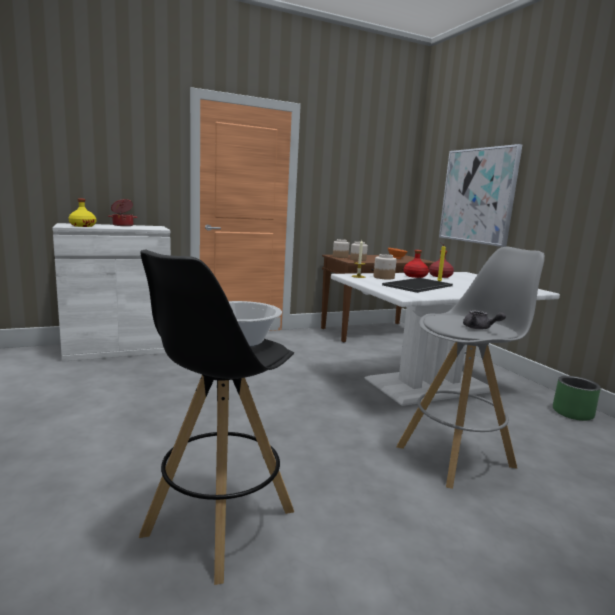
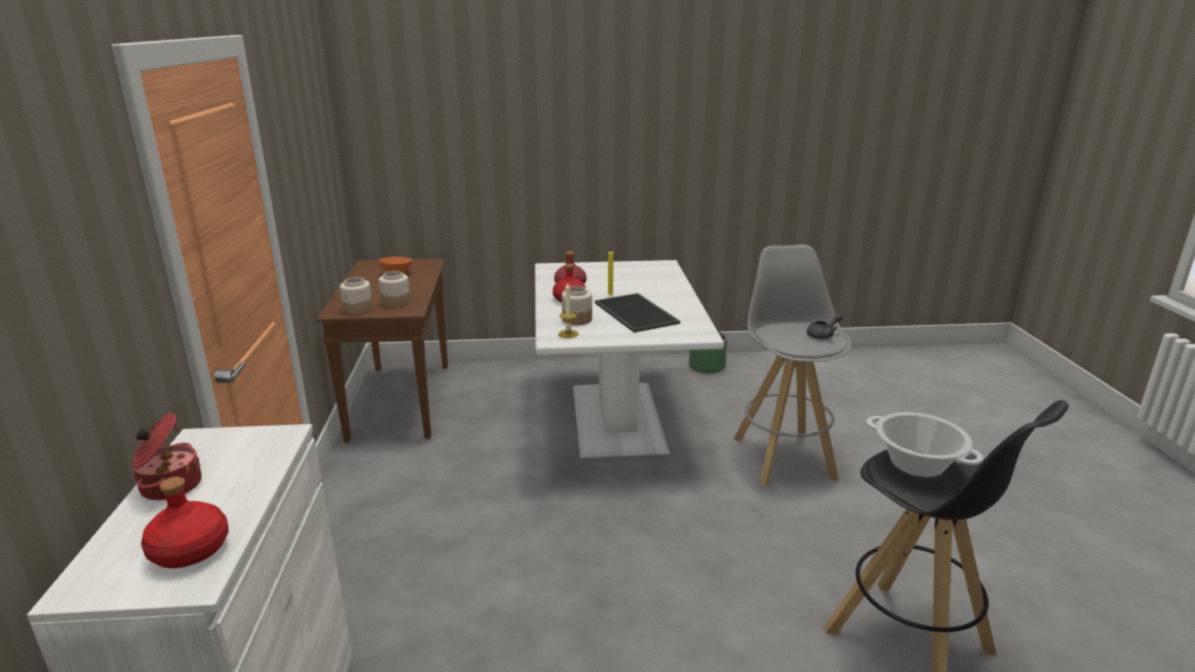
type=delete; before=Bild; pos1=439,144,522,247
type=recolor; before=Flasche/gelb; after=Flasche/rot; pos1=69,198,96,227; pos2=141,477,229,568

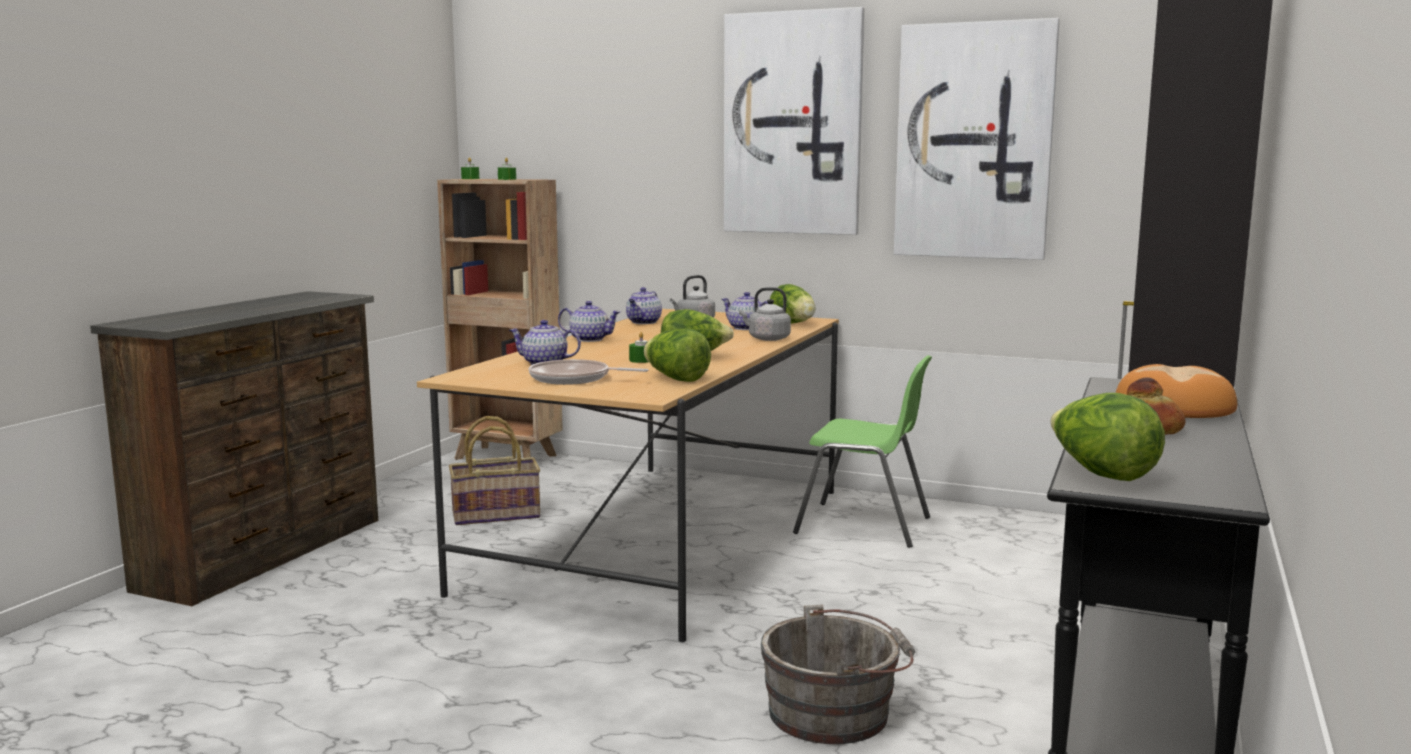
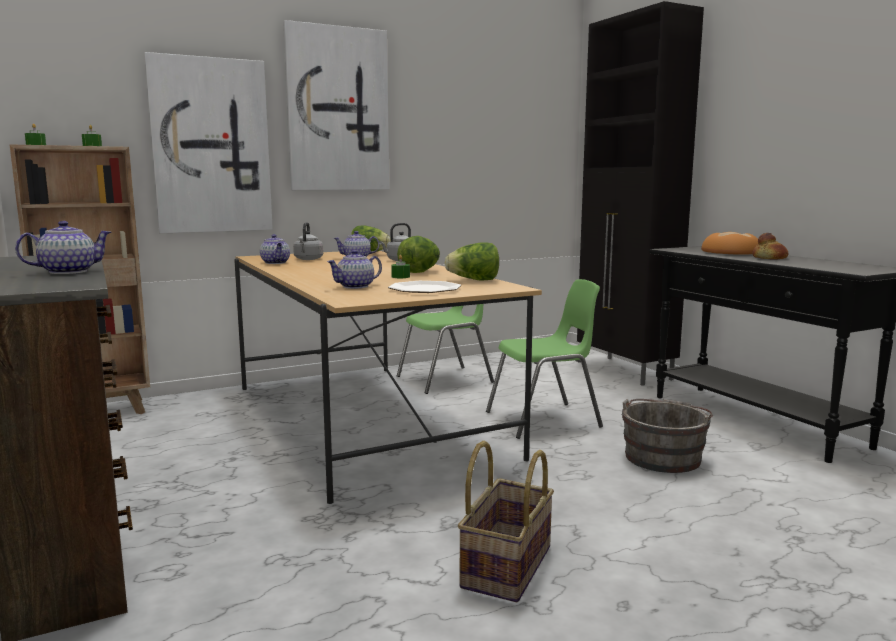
type=delete; before=Salatkopf; pos1=1050,393,1165,481
type=insert; after=Stuhl/grün; pos2=486,279,603,439
type=move; before=Korb; pos1=449,416,541,525; pos2=458,441,554,602
type=move; before=Teekanne; pos1=558,301,620,342; pos2=15,221,112,274
type=move; before=Bild; pos1=894,18,1060,260; pos2=144,52,273,234
type=replace; before=Pfanne; after=Teller; pos1=529,359,649,385; pos2=388,281,461,293

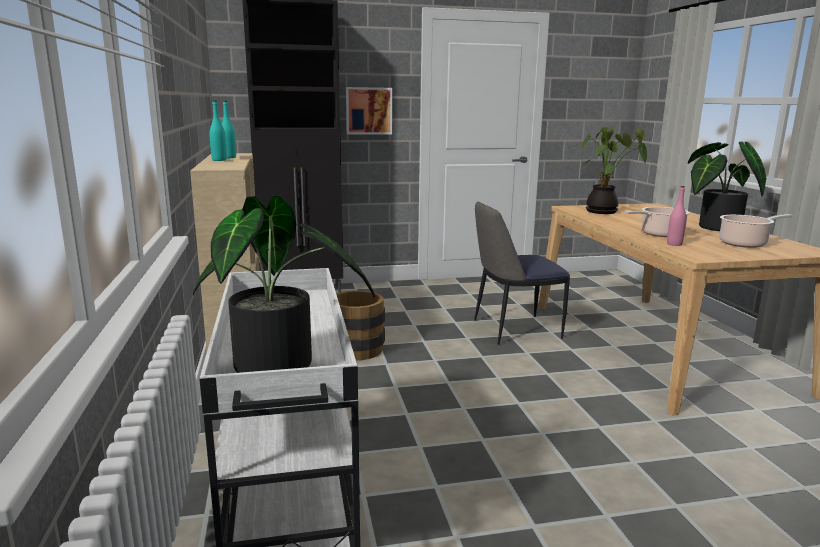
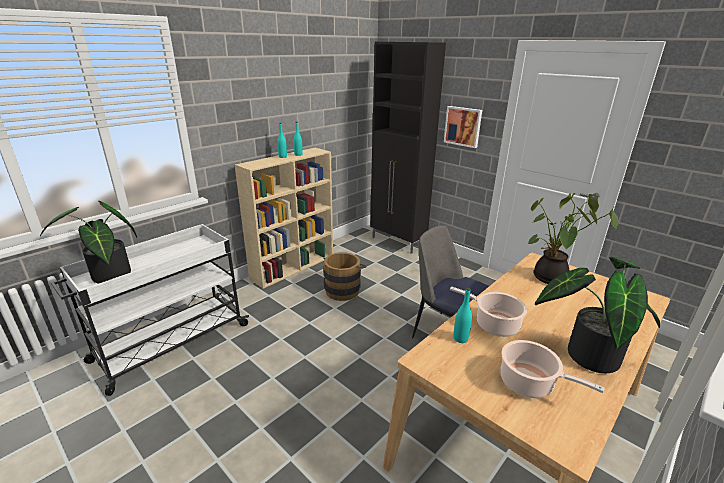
type=recolor; before=Flasche/rosa; after=Flasche/türkis; pos1=667,186,686,246; pos2=453,288,472,343

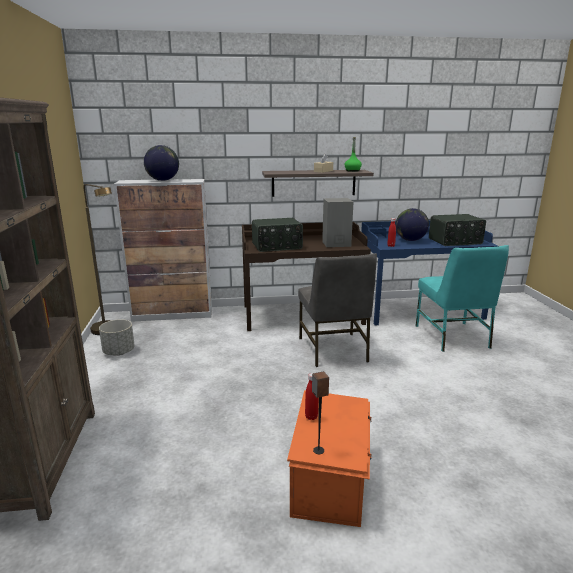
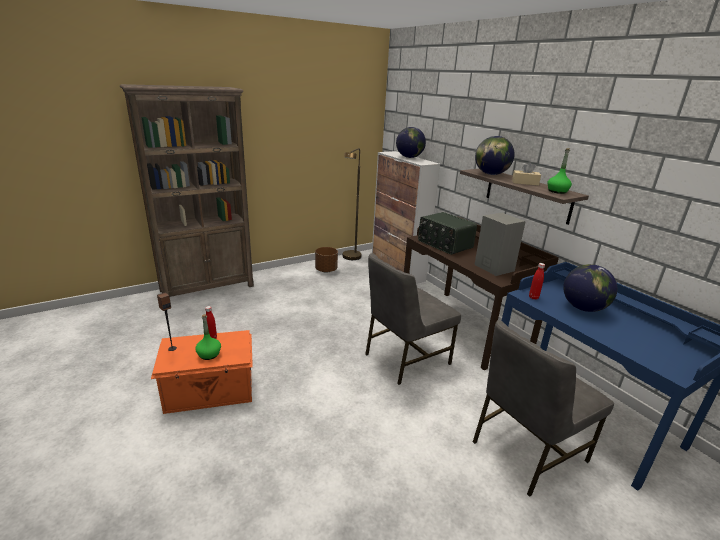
type=delete; before=Radio; pos1=429,214,486,246
type=insert; after=Flasche/grün; pos2=195,314,221,360
type=insert; after=Globus; pos2=475,136,515,175
type=recolor; before=Pflanzkübel/grau; after=Pflanzkübel/braun; pos1=99,319,135,356; pos2=315,247,338,273
type=recolor; before=Stuhl/türkis; after=Stuhl/grau; pos1=416,245,509,352; pos2=473,320,614,497

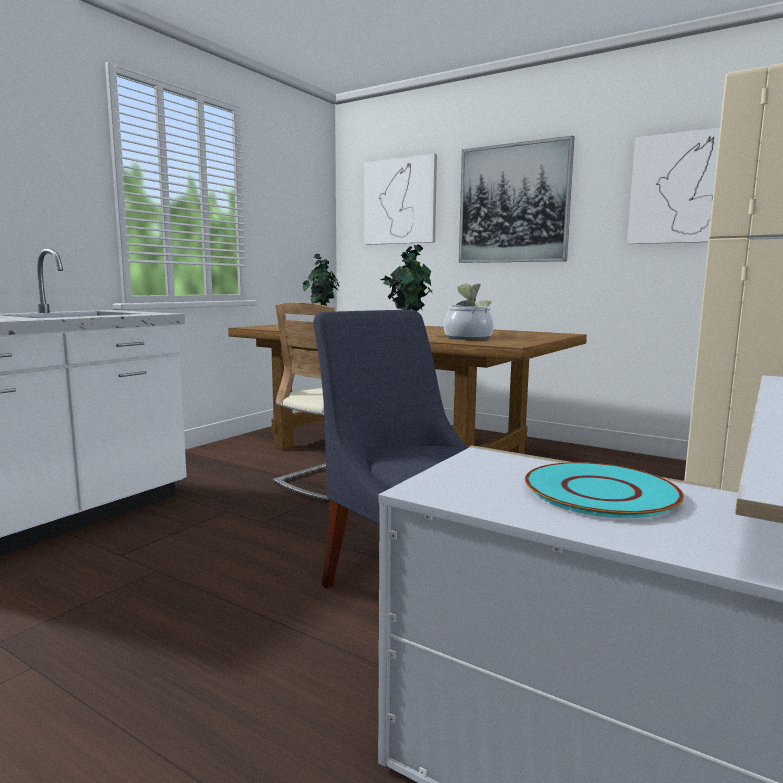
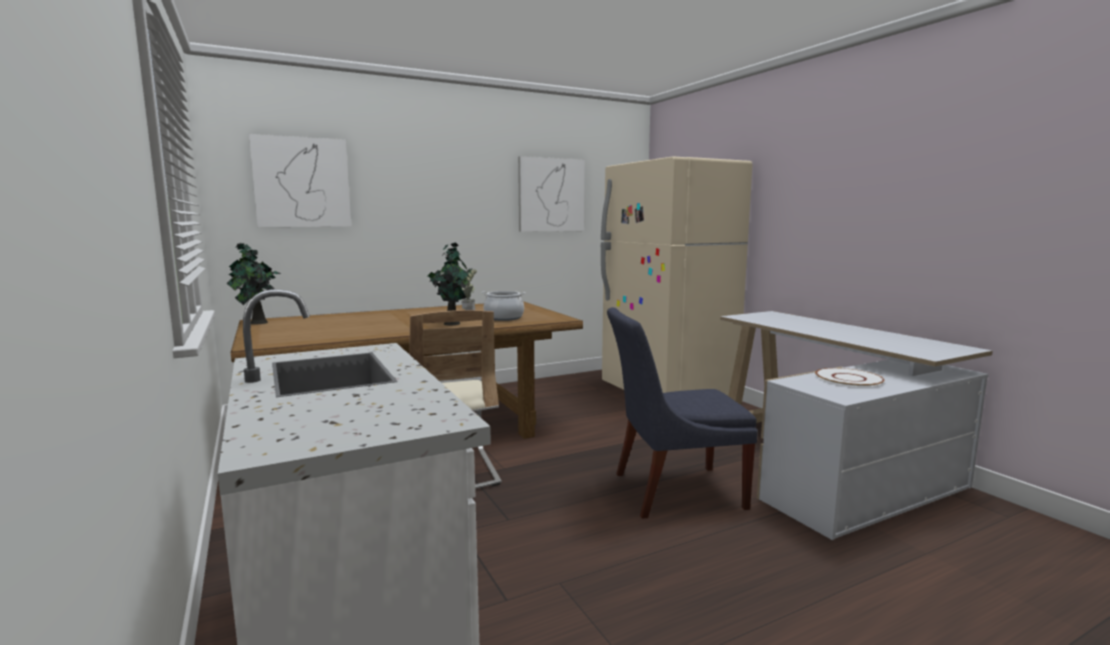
type=delete; before=Bild; pos1=459,135,574,263
type=recolor; before=Teller/türkis; after=Teller/weiß; pos1=525,462,684,518; pos2=815,368,884,387

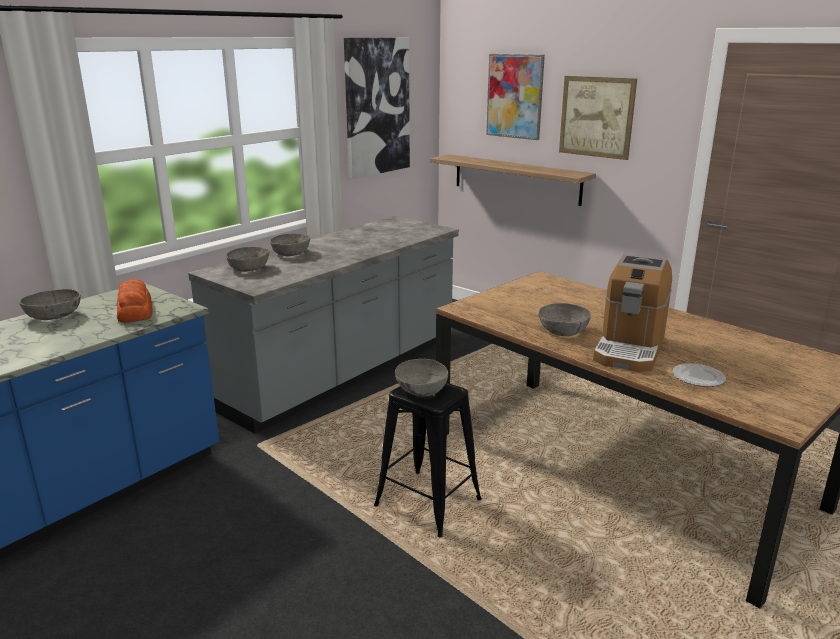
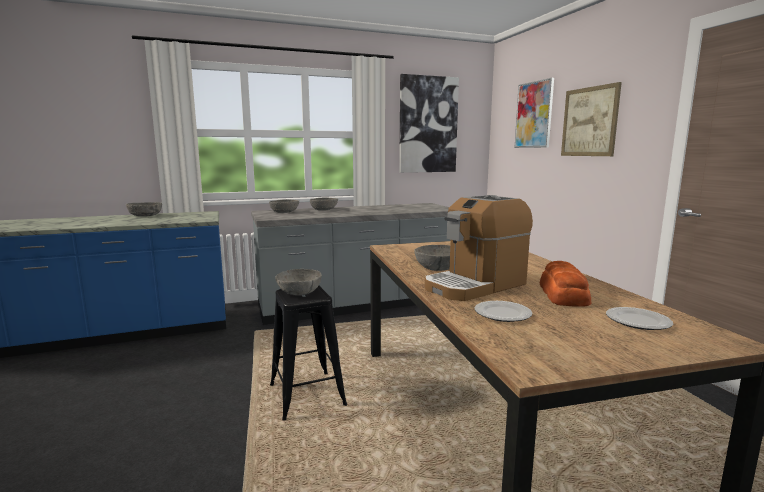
type=delete; before=Wandregal; pos1=430,154,596,206
type=insert; after=Teller; pos2=606,307,673,330
type=move; before=Brot; pos1=117,279,153,323; pos2=539,261,591,307

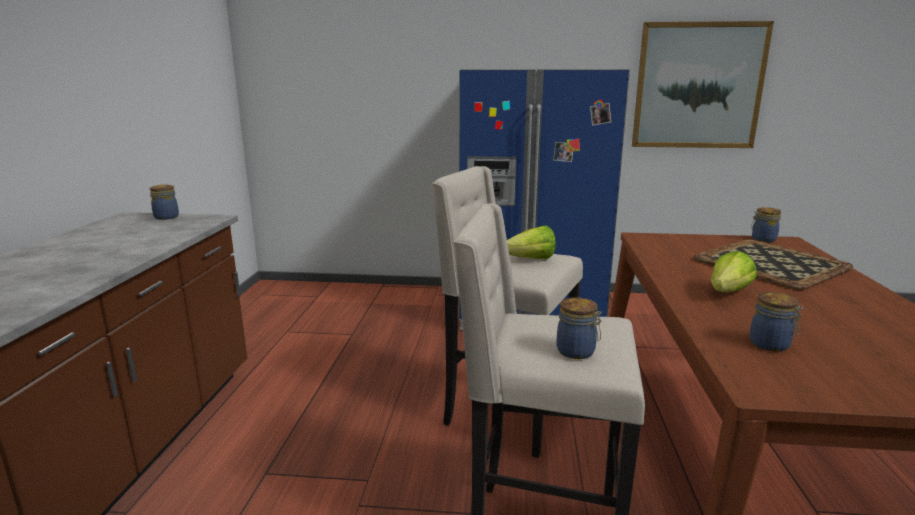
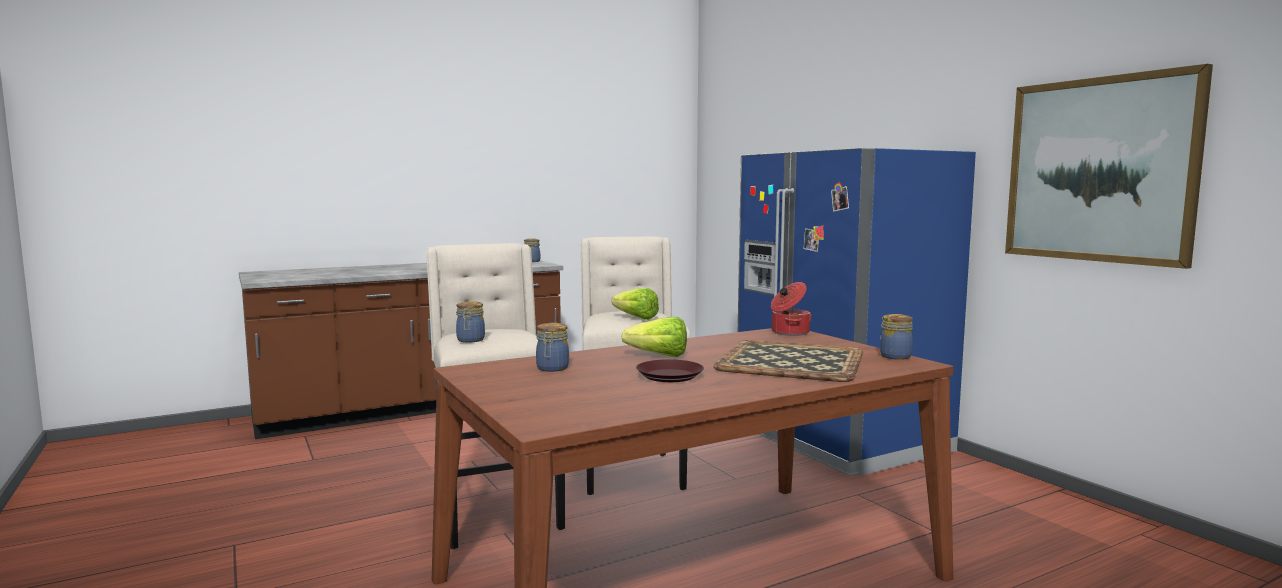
type=insert; after=Teller/braun; pos2=636,359,704,382
type=insert; after=Kochtopf; pos2=771,282,812,336

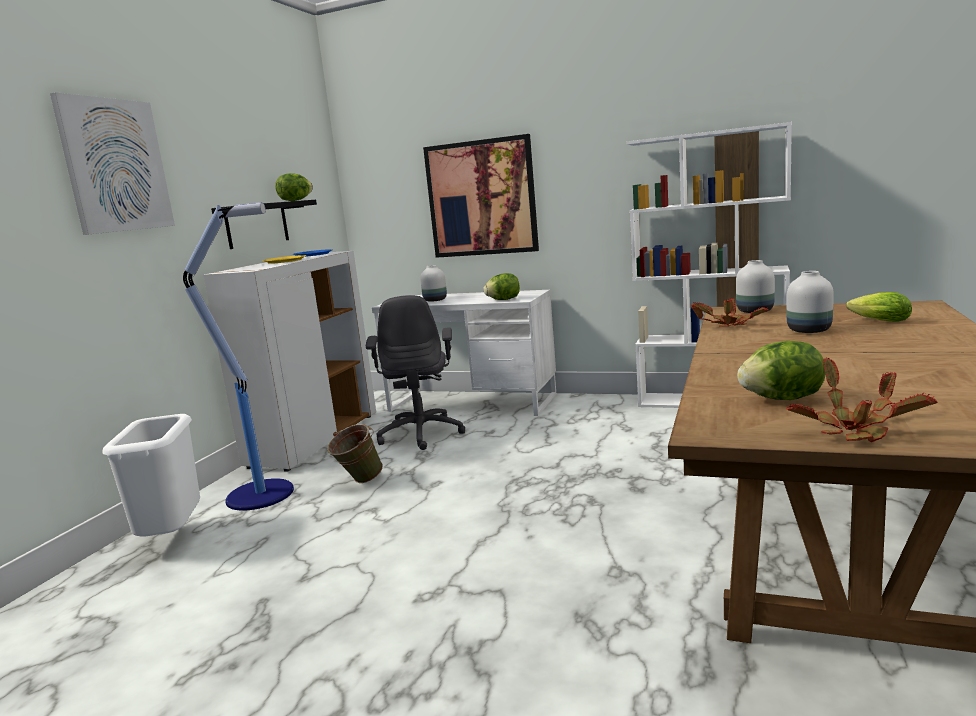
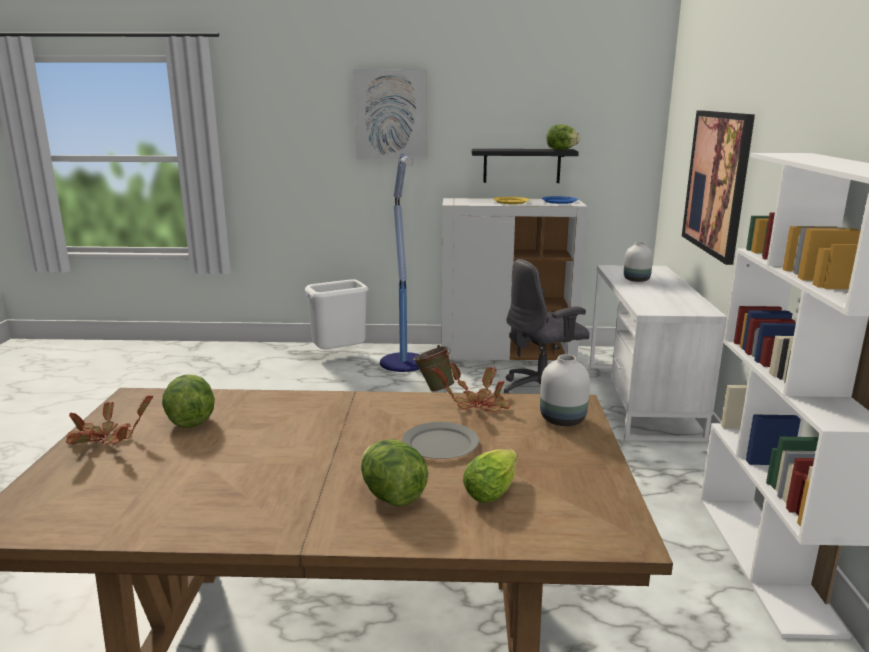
type=move; before=Salatkopf; pos1=483,273,520,300; pos2=361,439,428,507
type=replace; before=Vase/weiß; after=Teller/grau; pos1=787,271,834,333; pos2=402,422,479,459

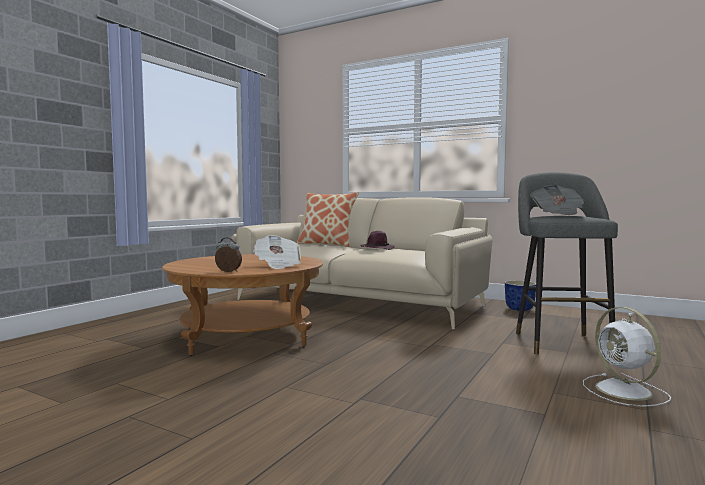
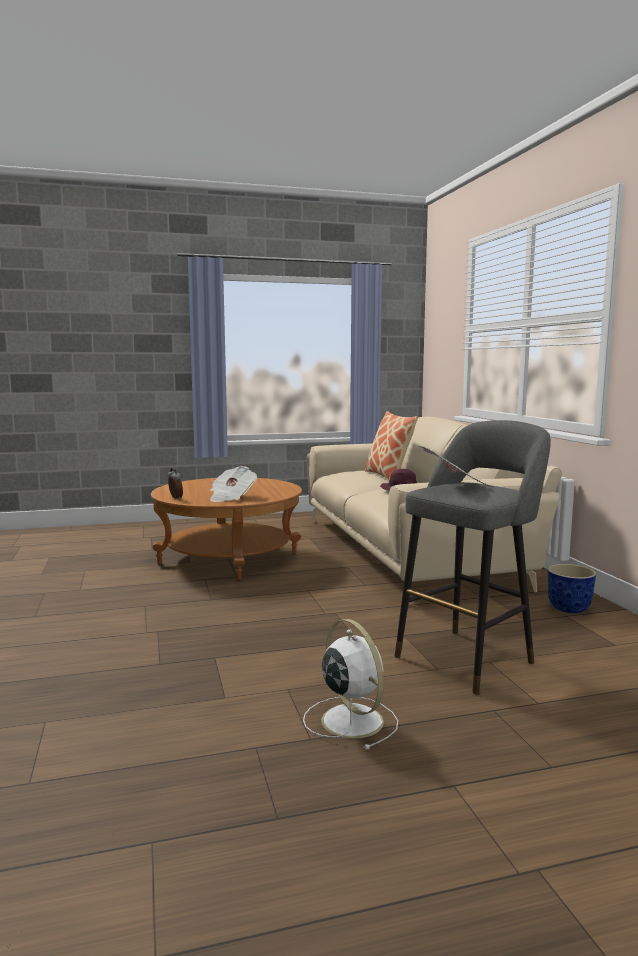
type=rotate; before=Ventilator/weiß; pos1=583,307,671,407; pos2=303,619,398,750; turn=120

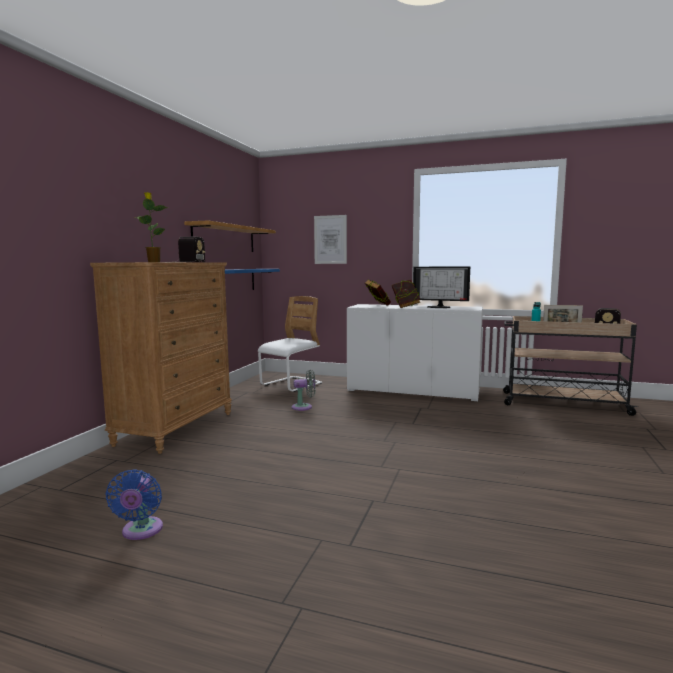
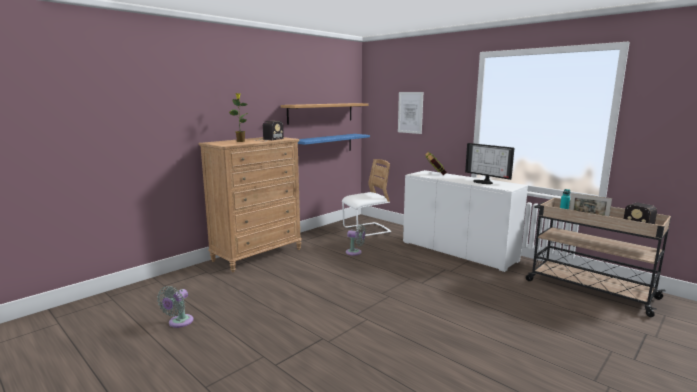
type=delete; before=Buch; pos1=392,280,420,308
type=recolor; before=Ventilator/blau; after=Ventilator/grau; pos1=105,469,163,540; pos2=157,286,193,328

